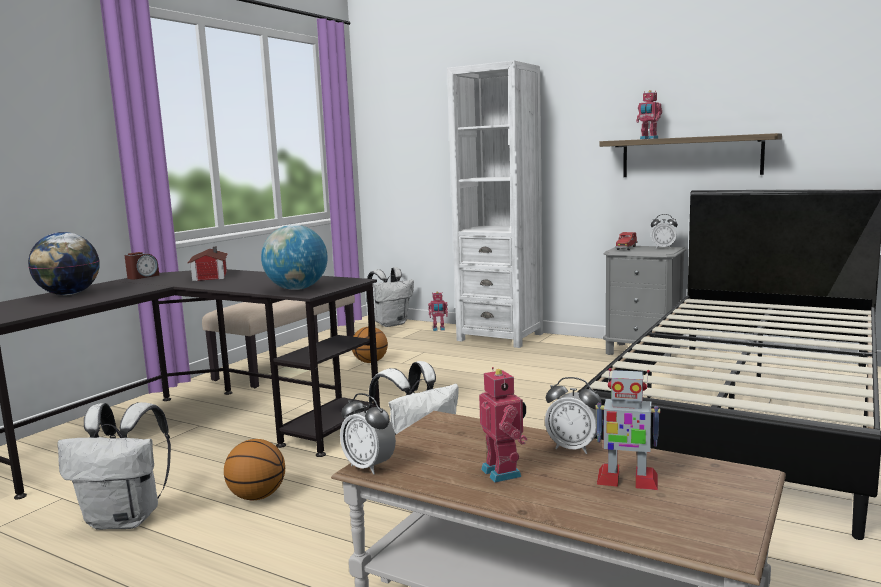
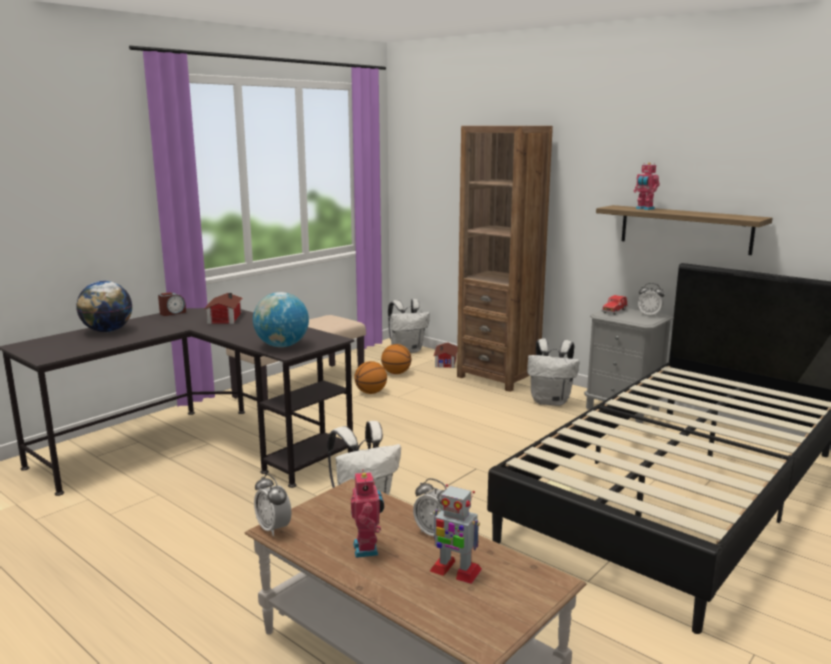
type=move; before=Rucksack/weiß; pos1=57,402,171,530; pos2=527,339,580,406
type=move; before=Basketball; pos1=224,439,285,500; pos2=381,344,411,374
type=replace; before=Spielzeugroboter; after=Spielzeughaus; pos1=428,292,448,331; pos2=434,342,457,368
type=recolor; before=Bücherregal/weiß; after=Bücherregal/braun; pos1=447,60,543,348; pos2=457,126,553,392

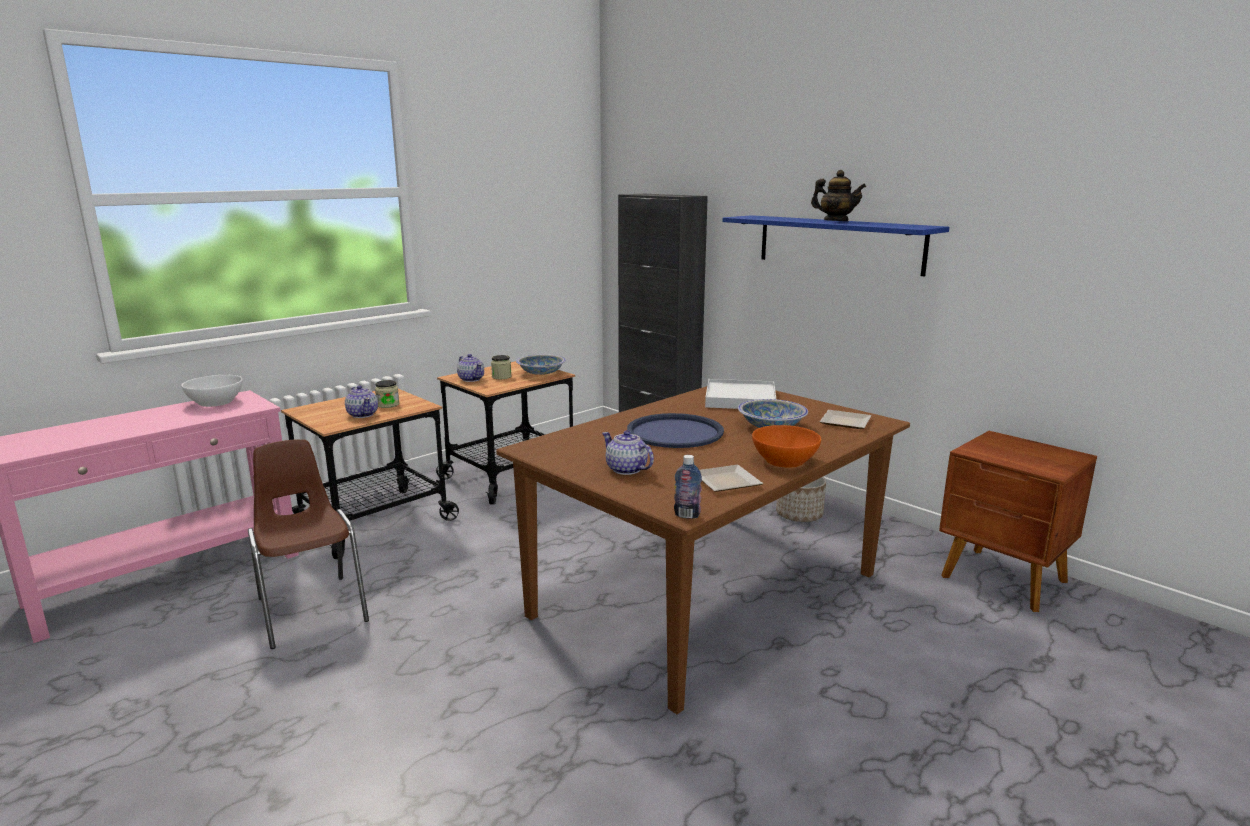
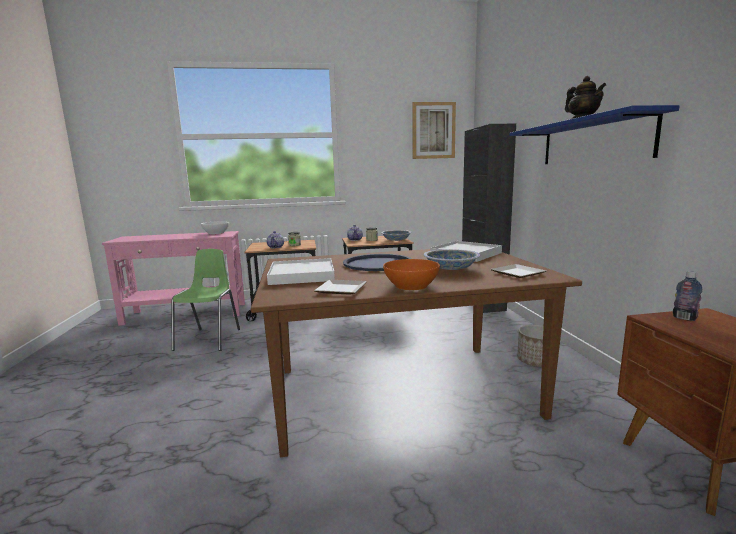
type=insert; after=Bild; pos2=412,102,456,159
type=move; before=Flasche; pos1=674,455,702,519; pos2=673,271,703,321
type=replace; before=Teekanne; after=Tablett/weiß; pos1=602,430,654,475; pos2=267,258,335,285
type=recolor; before=Stuhl/braun; after=Stuhl/grün; pos1=248,439,369,649; pos2=171,249,240,351

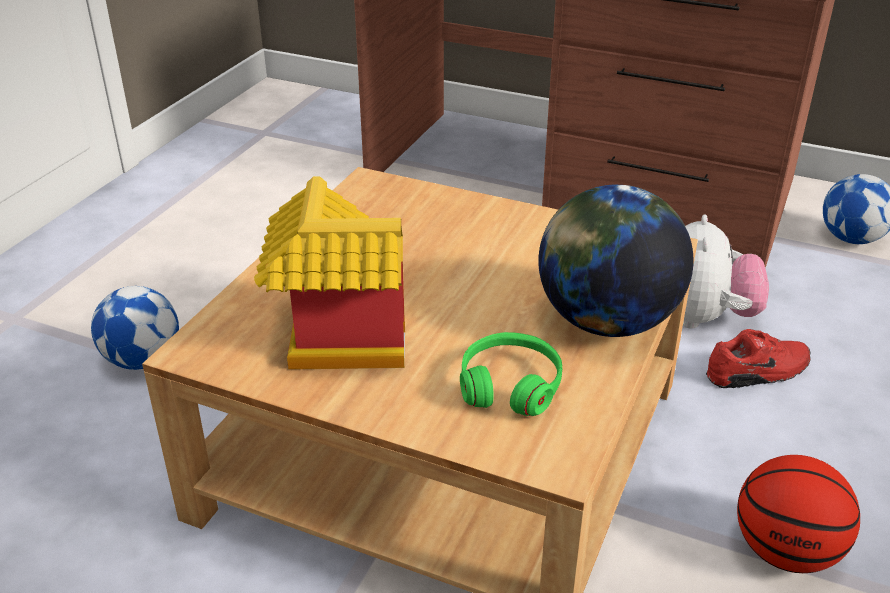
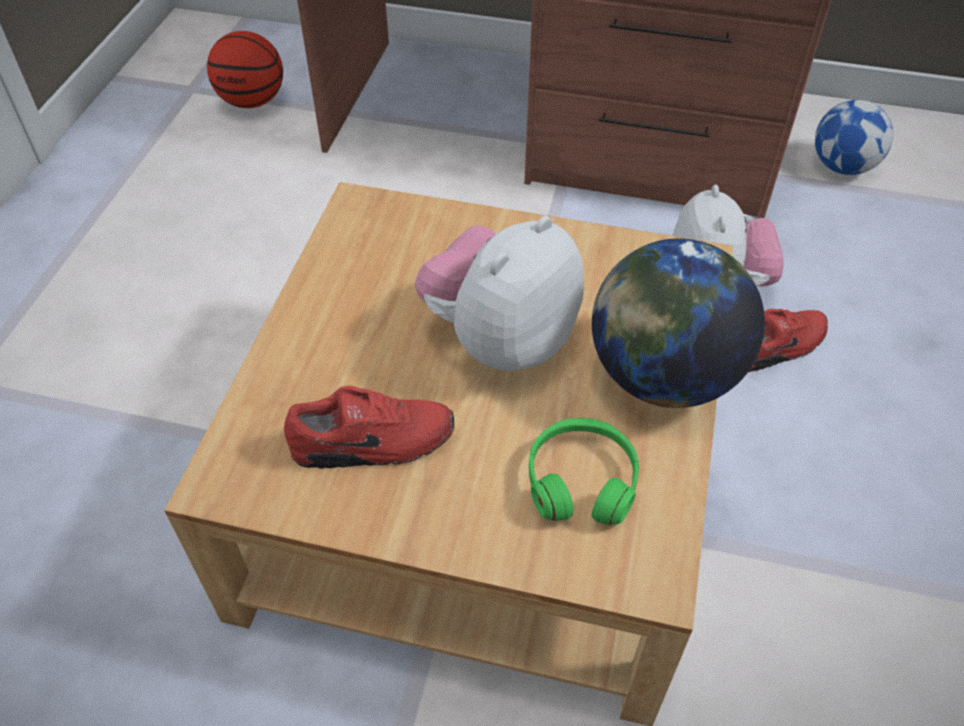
type=delete; before=Fußball; pos1=91,286,179,370
type=insert; after=Plüschtier; pos2=415,216,584,371
type=move; before=Basketball; pos1=737,455,860,573; pos2=207,31,283,108
type=replace; before=Spielzeughaus; after=Schuh/rot; pos1=254,177,405,370; pos2=284,386,454,469

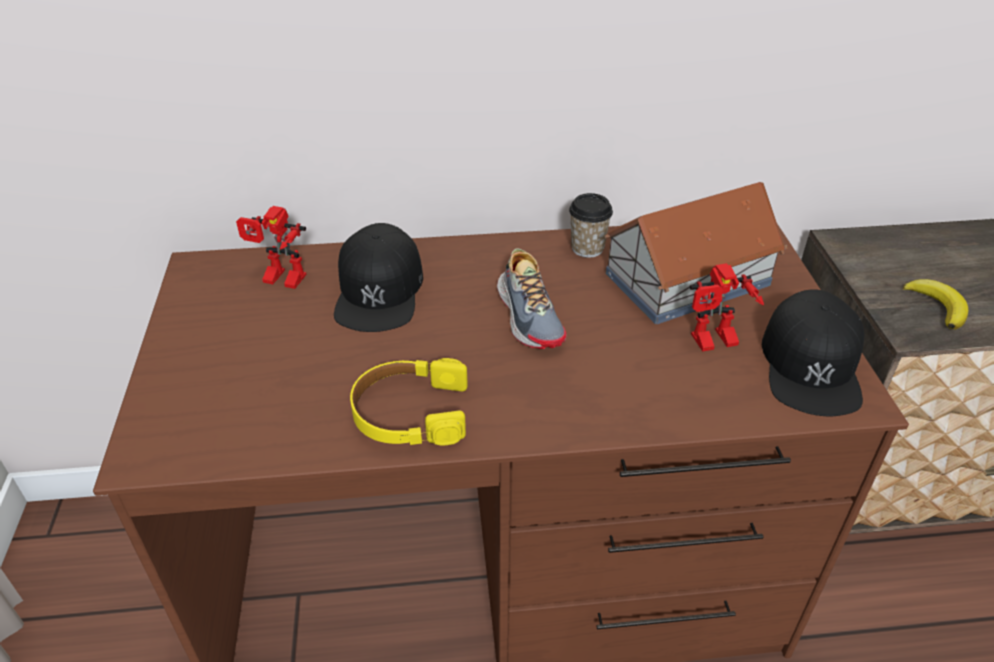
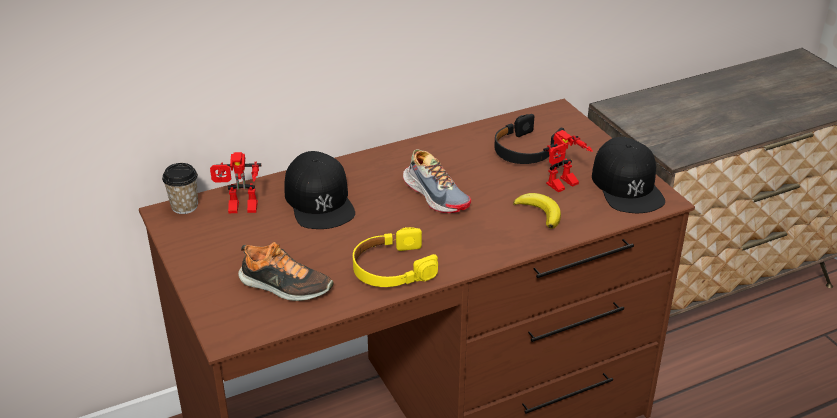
type=insert; after=Schuh; pos2=238,242,333,301
type=move; before=Tasse; pos1=569,193,613,258; pos2=162,163,198,214
type=move; before=Banane; pos1=902,279,968,329; pos2=513,193,561,228
type=replace; before=Spielzeughaus; after=Kopfhörer/schwarz; pos1=604,182,787,324; pos2=494,114,564,164

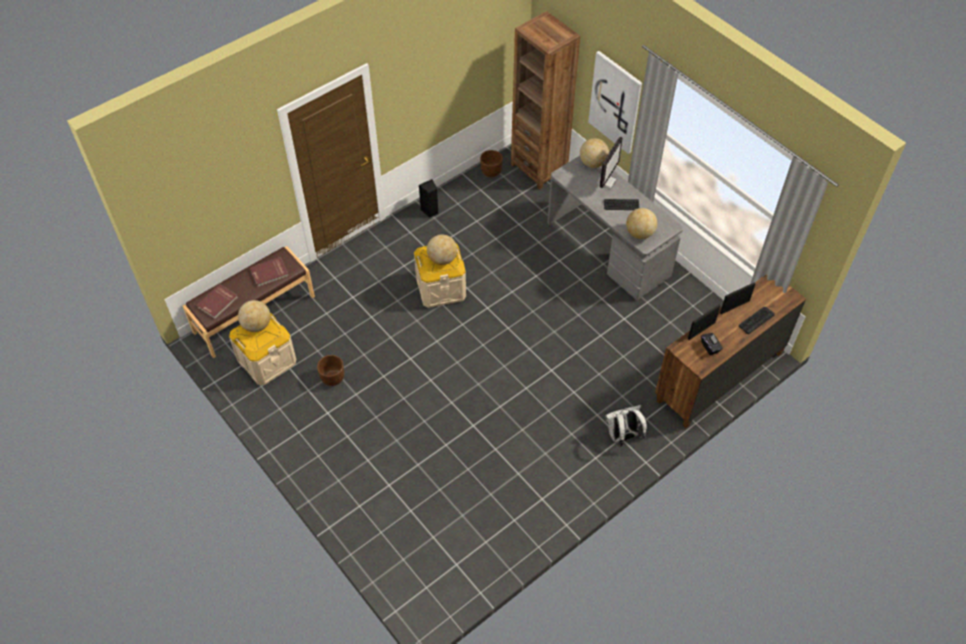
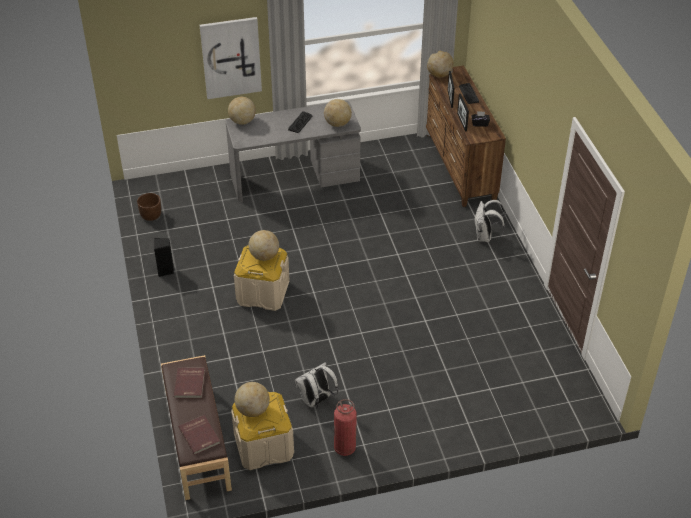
type=delete; before=Bücherregal/braun; pos1=511,11,580,189
type=delete; before=Monitor; pos1=597,137,623,189
type=insert; after=Feuerlöscher; pos2=334,399,357,456
type=insert; after=Globus; pos2=427,51,454,78
type=replace; before=Pflanzkübel/braun; after=Rucksack/weiß; pos1=317,355,344,386; pos2=294,362,338,409

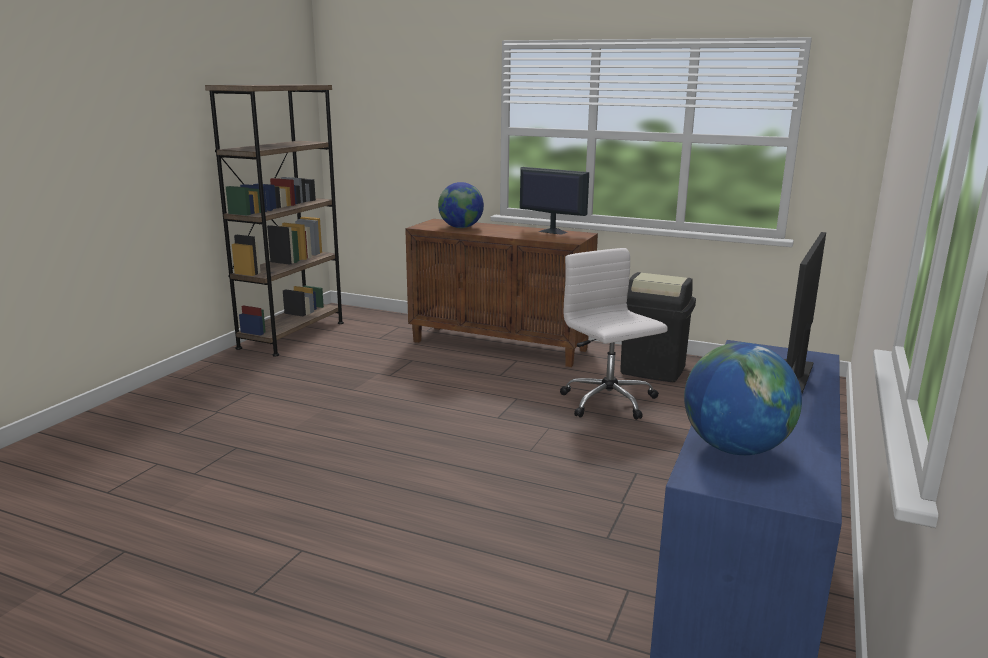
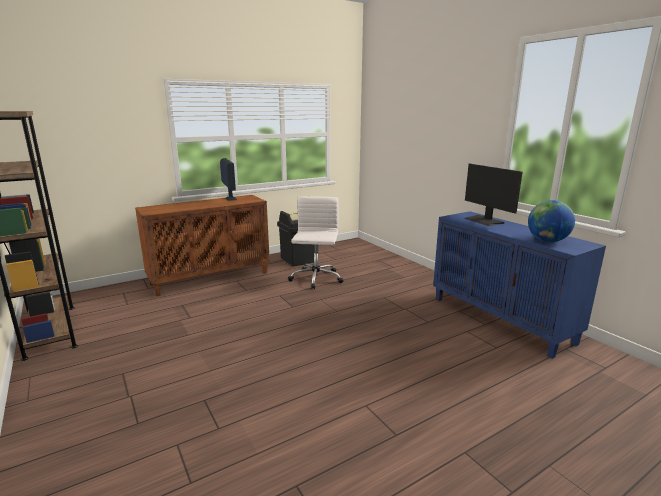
type=delete; before=Globus; pos1=438,182,484,228
type=rotate; before=Monitor; pos1=520,167,589,234; pos2=220,158,237,201; turn=90
type=rotate; before=Bürostuhl/weiß; pos1=560,248,668,420; pos2=288,196,344,289; turn=90

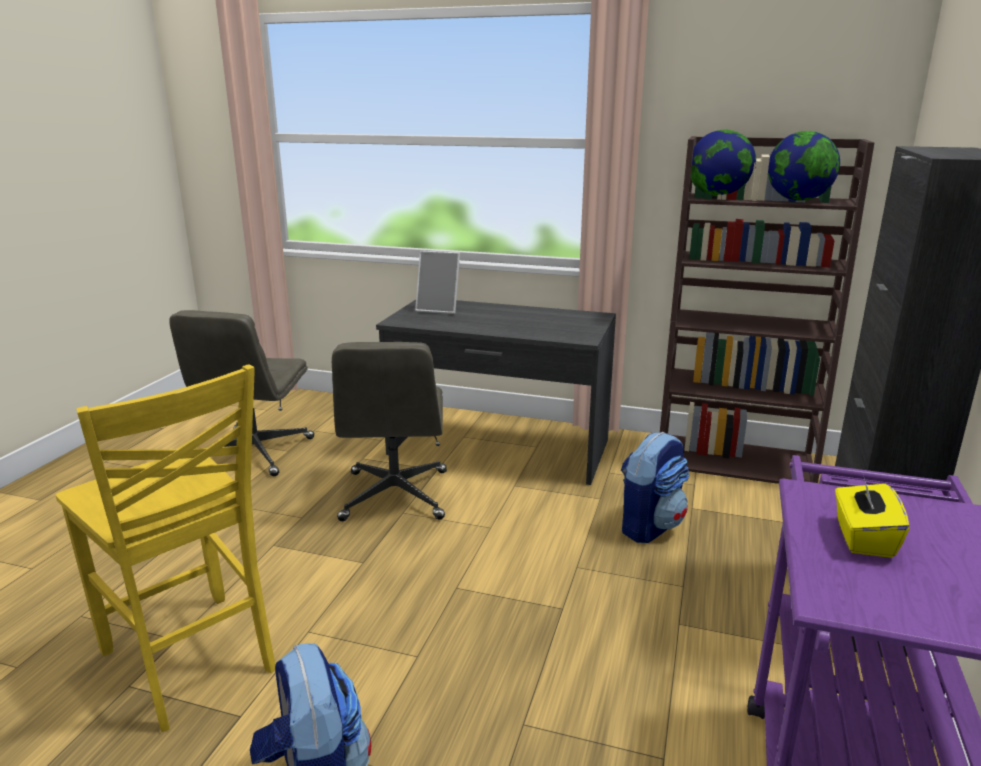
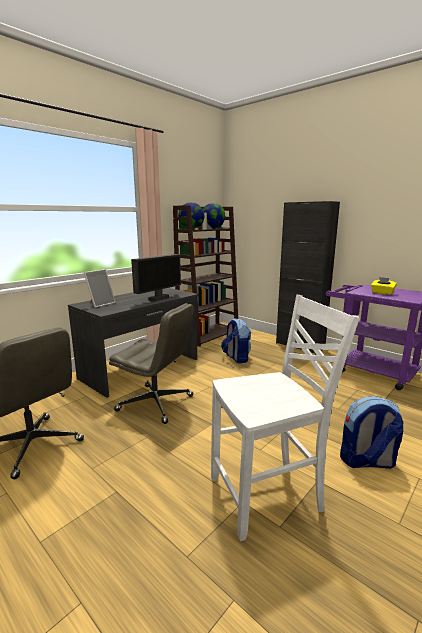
type=insert; after=Monitor; pos2=131,254,181,302
type=recolor; before=Stuhl/gelb; after=Stuhl/weiß; pos1=56,364,276,732; pos2=211,295,359,541

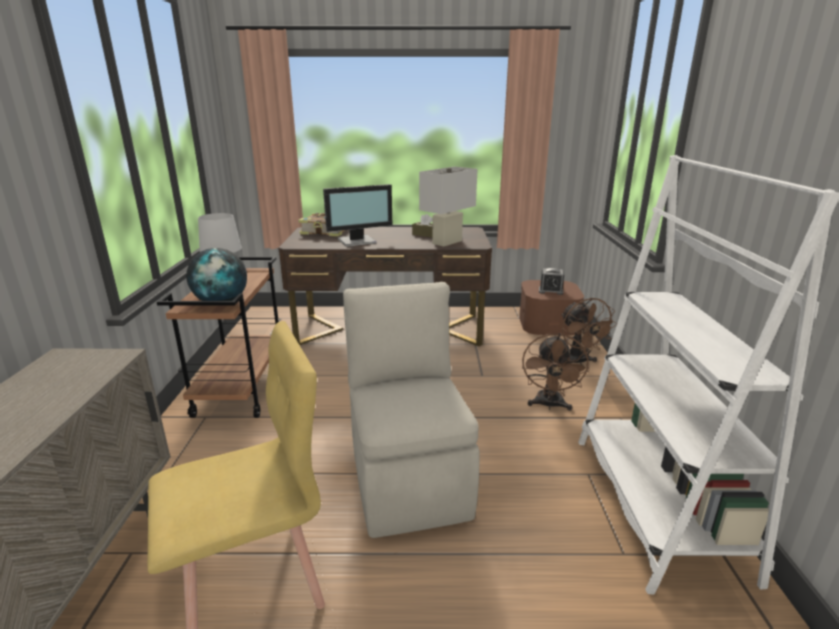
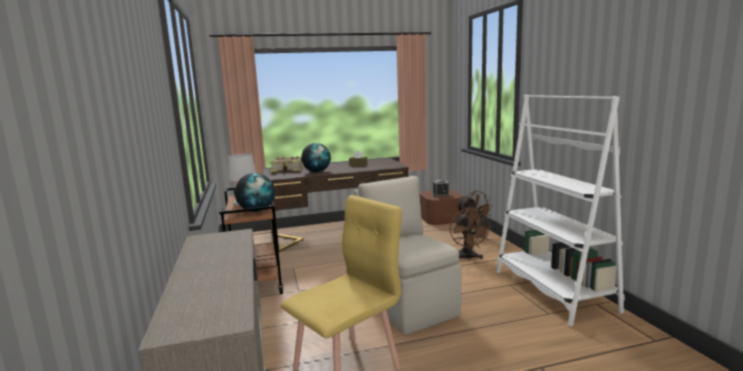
type=delete; before=Tischlampe/weiß; pos1=419,167,477,247
type=replace; before=Monitor; after=Globus; pos1=323,184,392,247; pos2=301,143,331,172

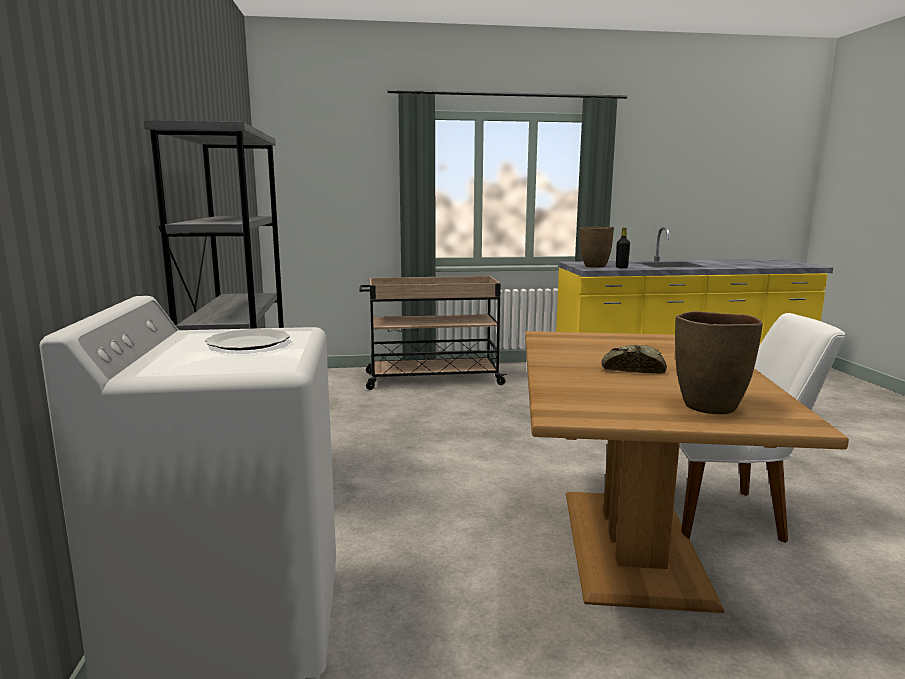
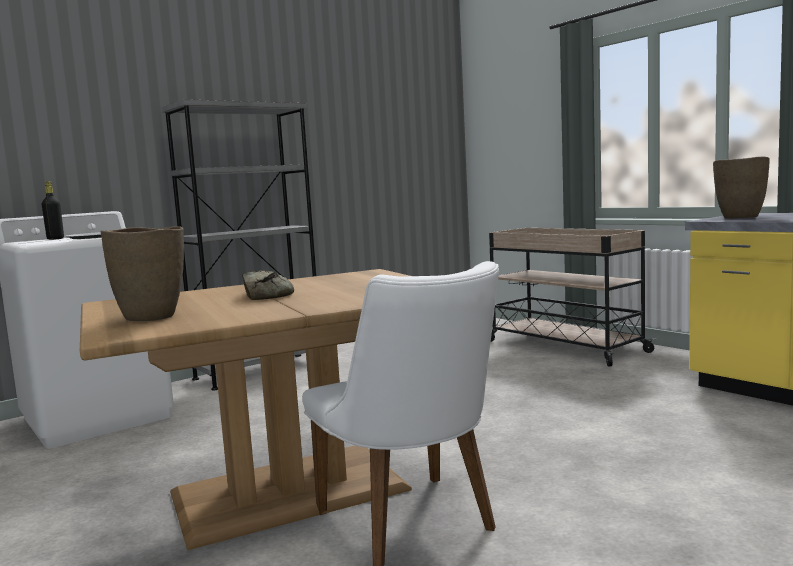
type=move; before=Flasche/schwarz; pos1=616,227,630,268; pos2=42,181,64,240

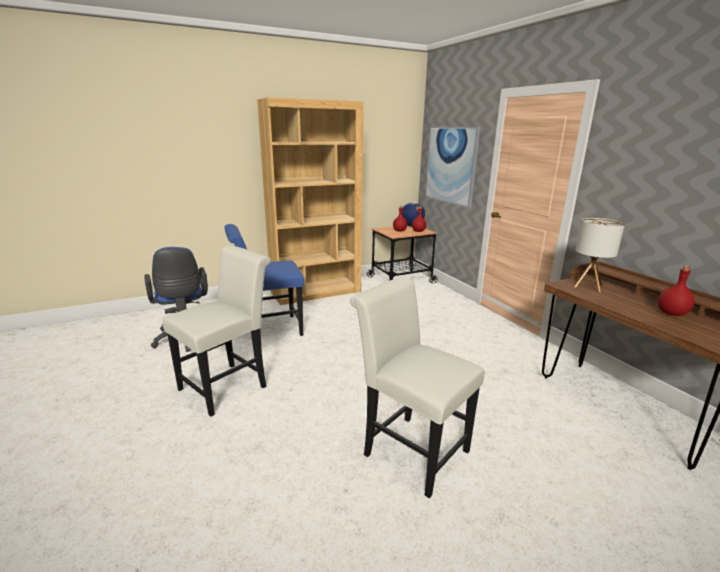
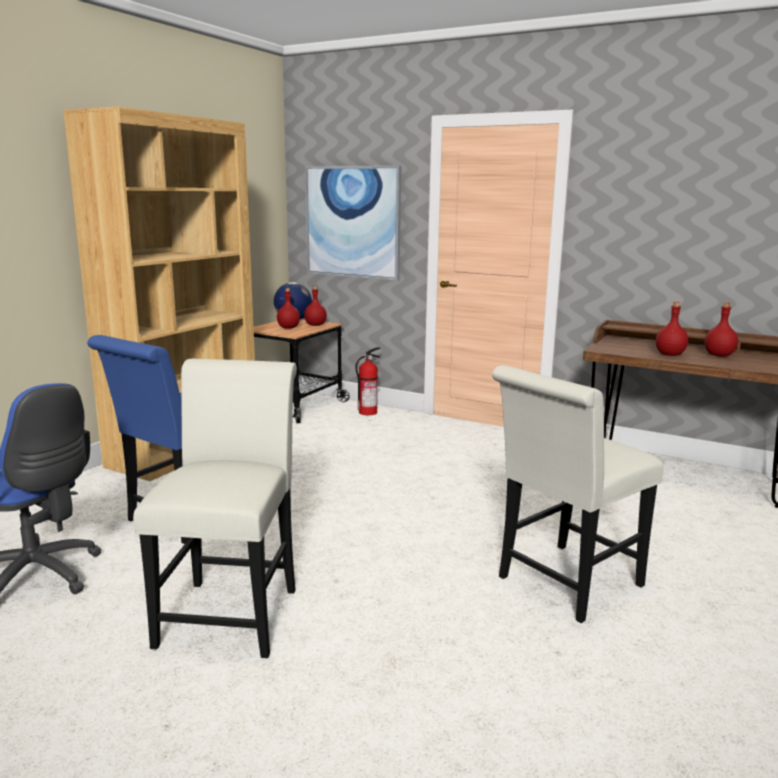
type=delete; before=Tischlampe; pos1=574,218,625,292
type=insert; after=Feuerlöscher; pos2=355,347,381,415
type=insert; after=Flasche/rot; pos2=656,302,688,356
type=rotate; before=Stuhl/weiß; pos1=350,276,485,498; pos2=492,365,663,623; turn=-45

